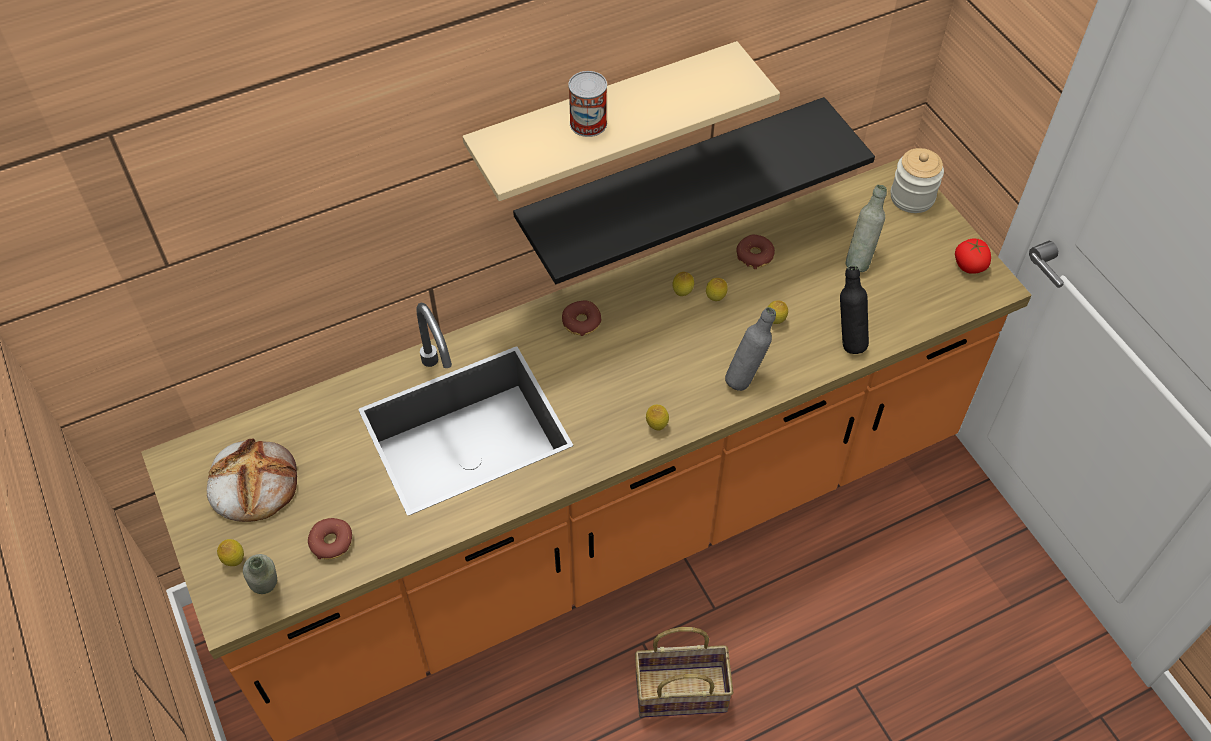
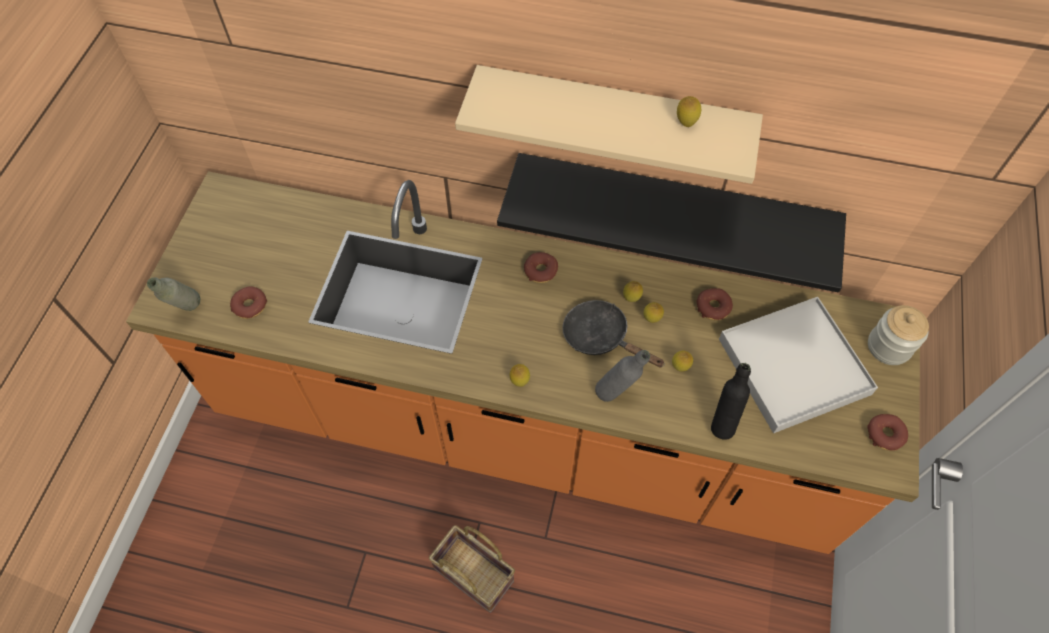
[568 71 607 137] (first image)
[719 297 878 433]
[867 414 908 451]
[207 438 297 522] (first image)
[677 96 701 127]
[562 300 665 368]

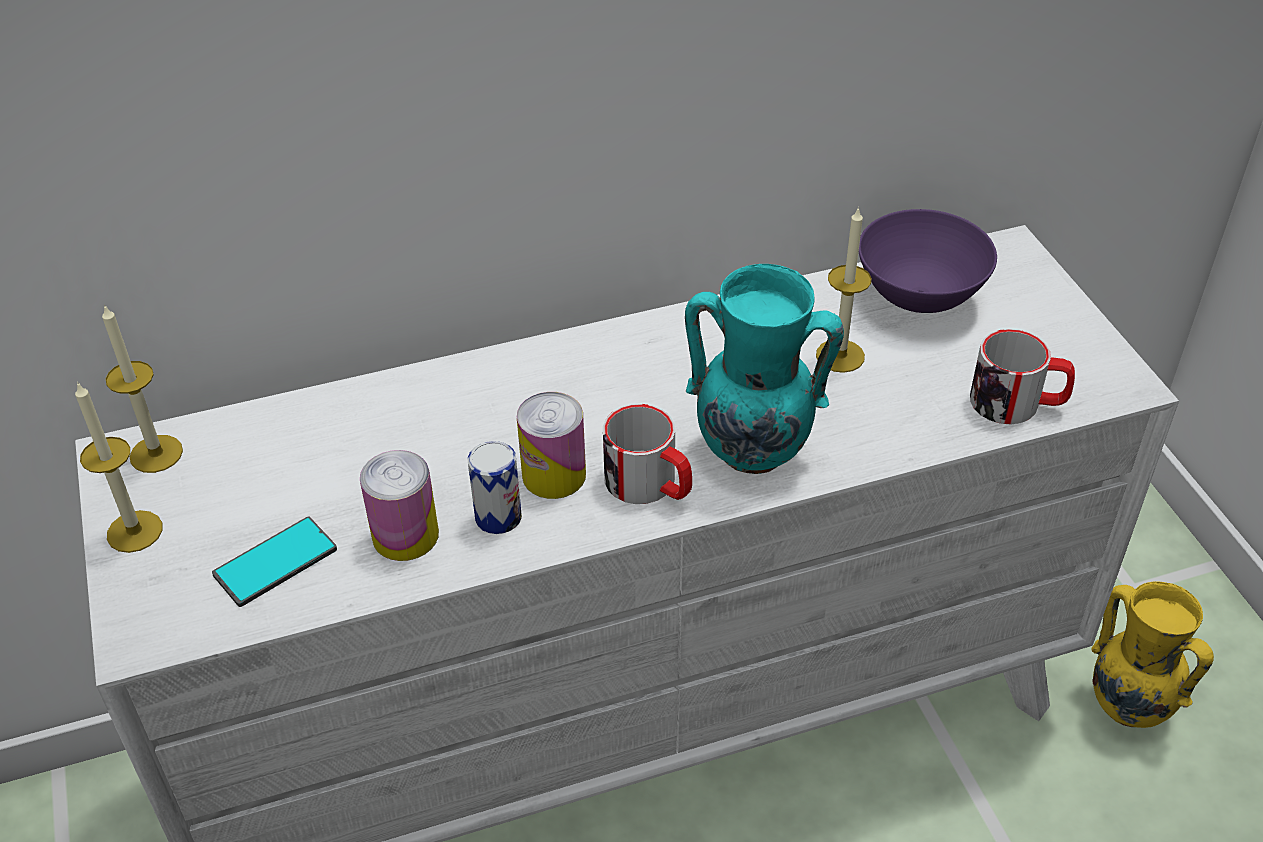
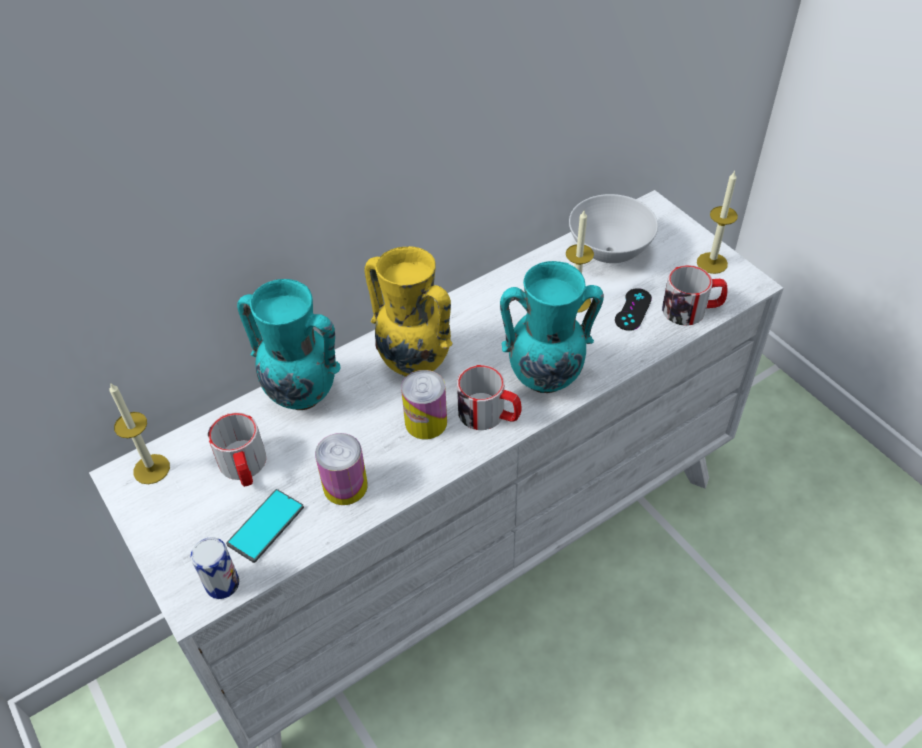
[569 194 658 263]
[697 170 738 274]
[191 537 239 599]
[365 246 453 377]
[237 279 341 410]
[615 288 652 331]
[208 412 266 487]

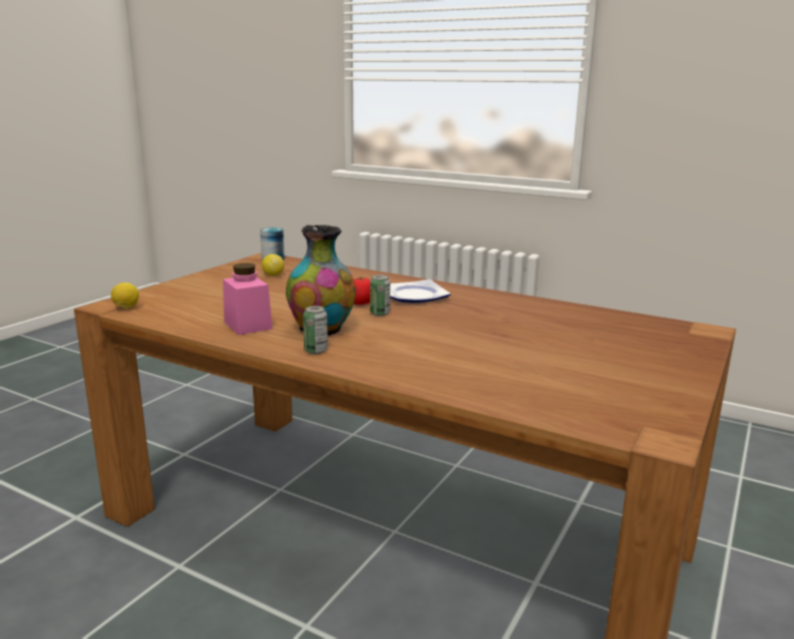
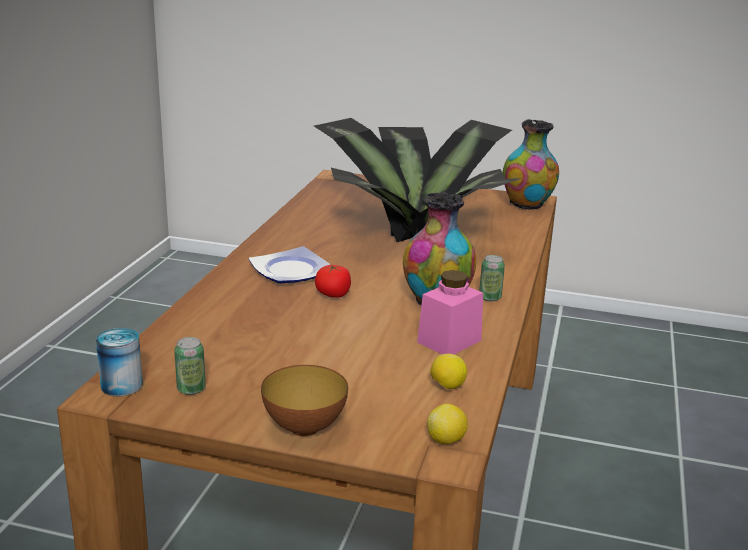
[430 354 467 389]
[174 337 206 395]
[314 118 522 242]
[502 119 559 210]
[261 365 348 436]

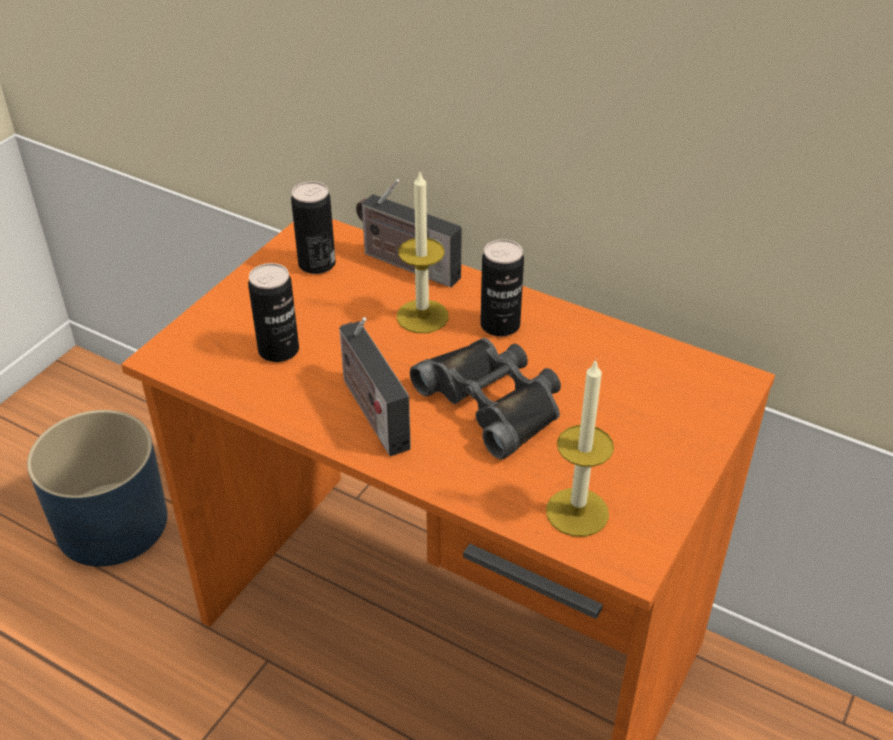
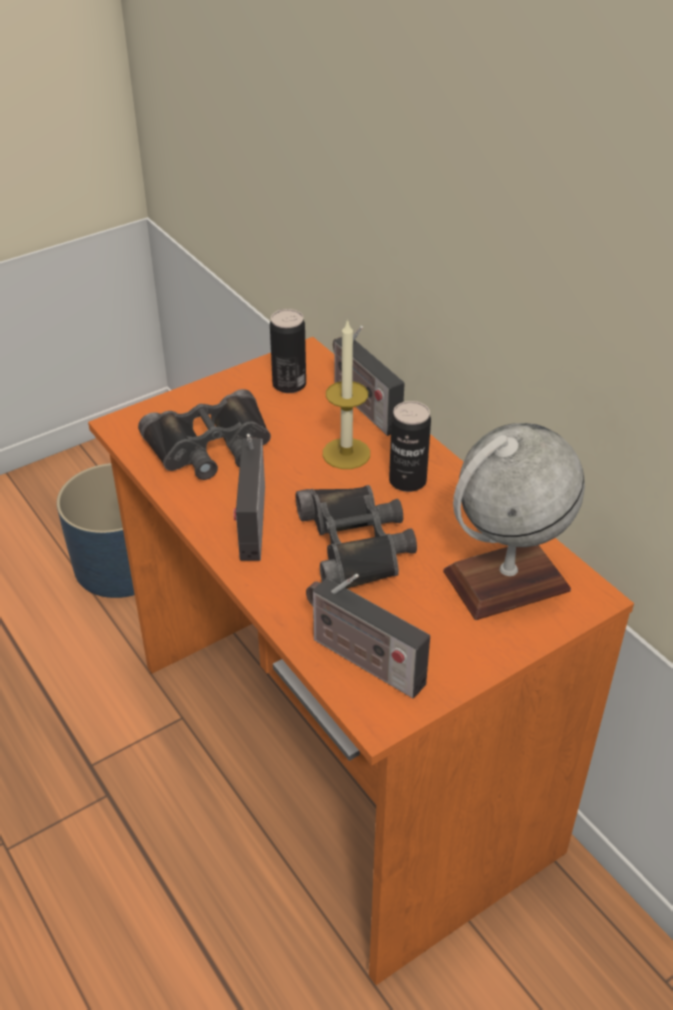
[138 389 271 480]
[306 574 430 698]
[443 423 585 620]

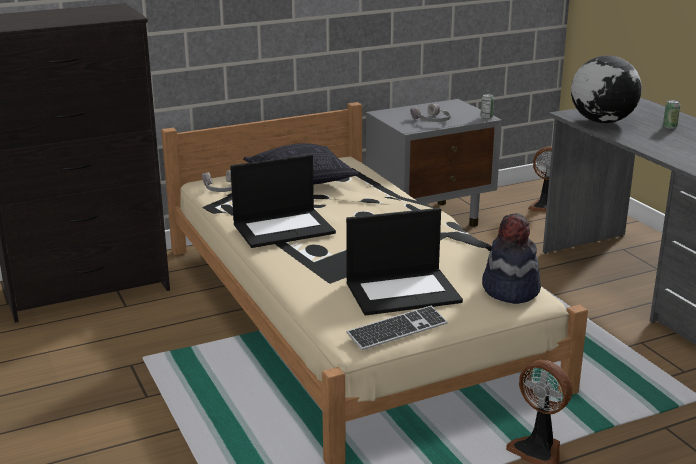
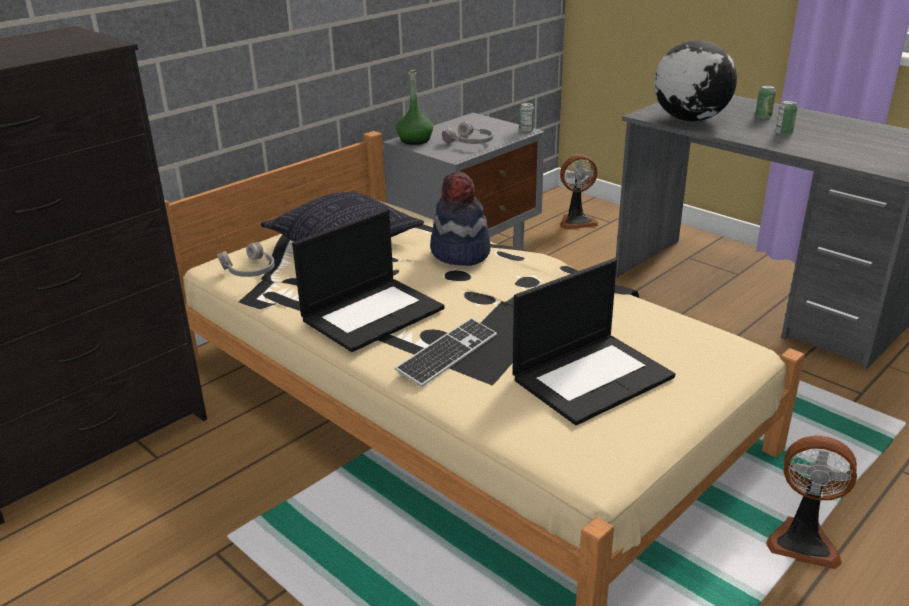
[430 172 491 266]
[395 318 497 387]
[396 69 433 145]
[775 100 798 136]

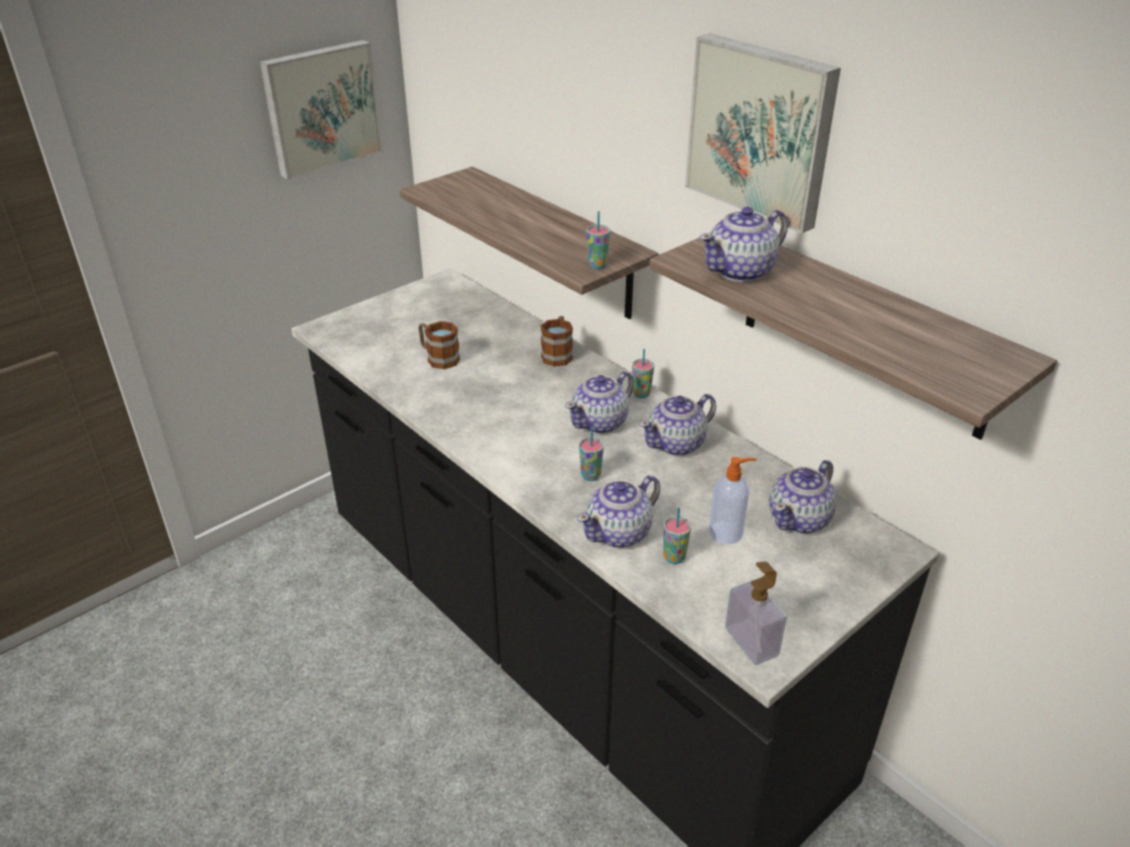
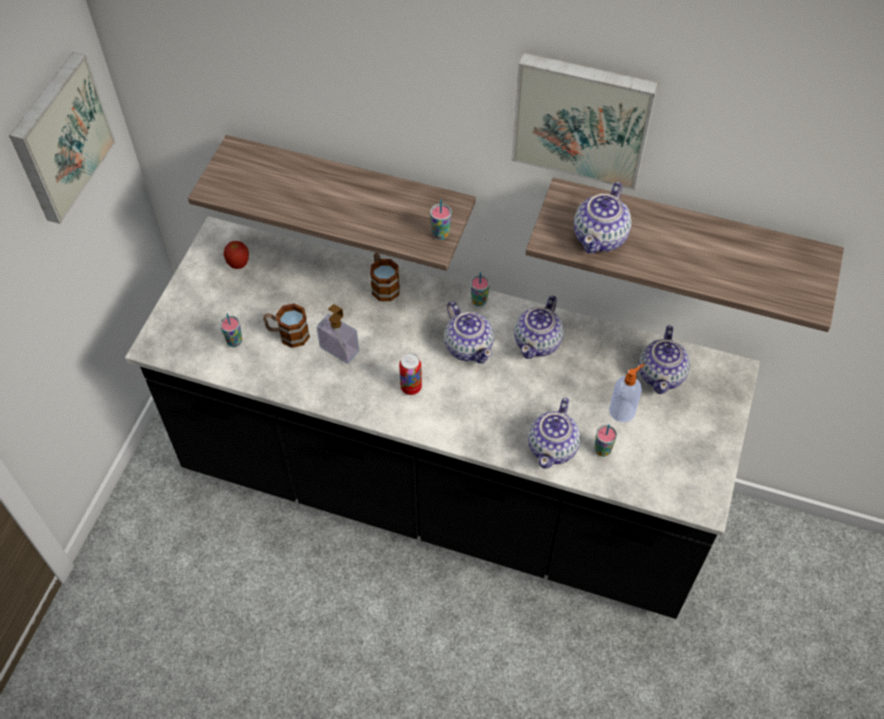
[445 301 494 364]
[220 313 242 347]
[317 304 359 364]
[223 241 249 269]
[399 353 422 395]

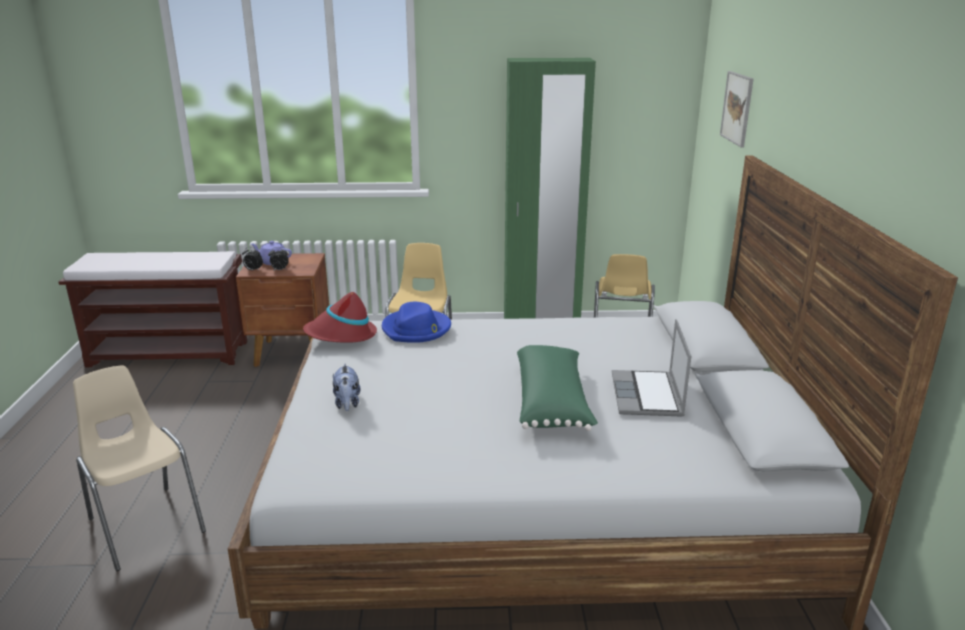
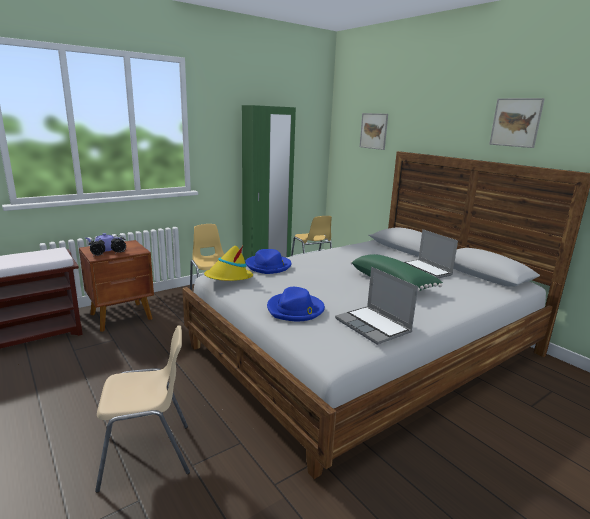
[204 246 253 281]
[267 287 325 321]
[95 325 190 493]
[489 98 545 148]
[335 267 418 345]

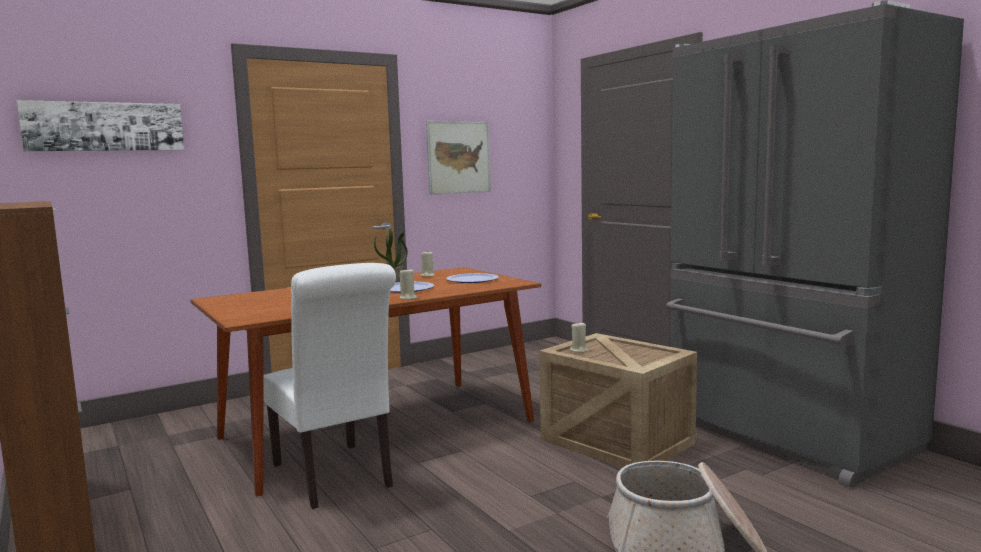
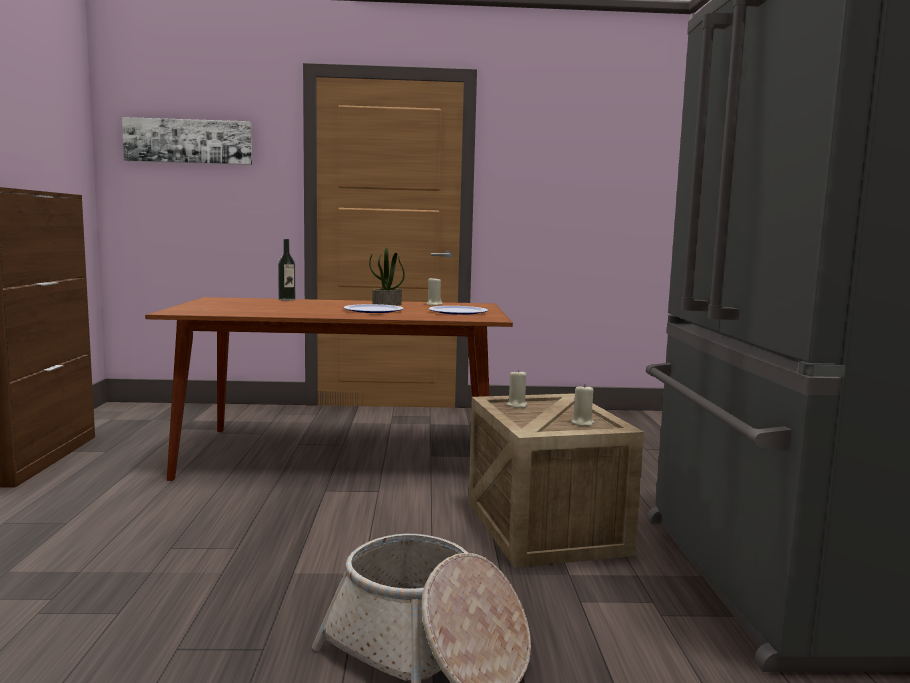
[426 121 491 195] (first image)
[263 263 396 509] (first image)
[571 385 594 426]
[278 239 295 301]

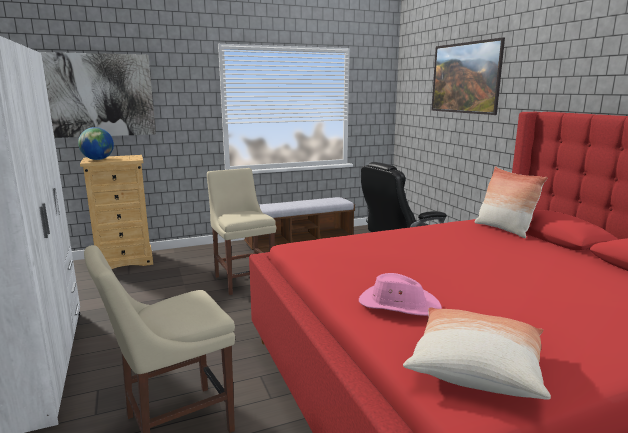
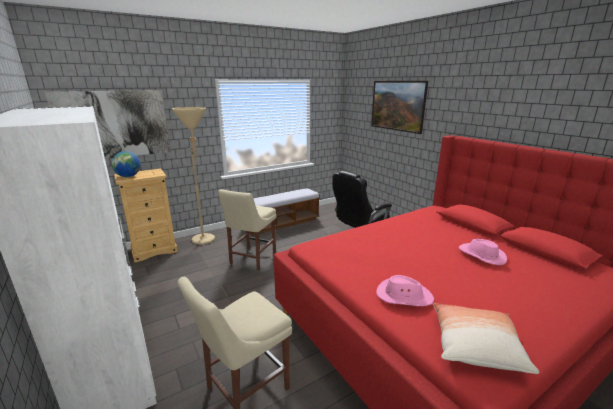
[475 166 548 238] (first image)
[218 189 277 270]
[172 107 215 245]
[459 239 507 265]

